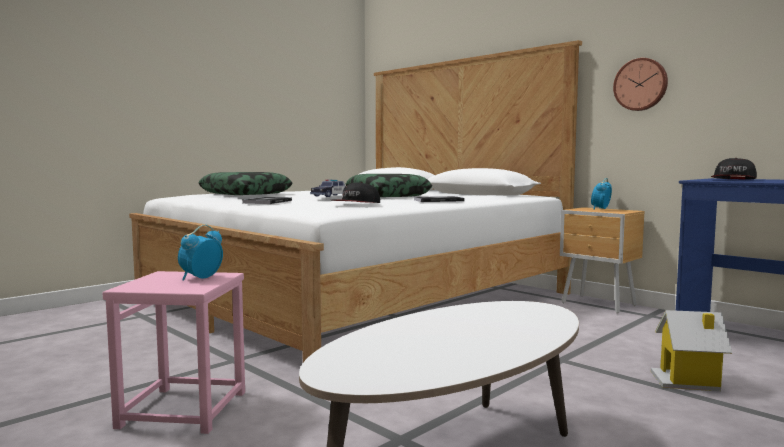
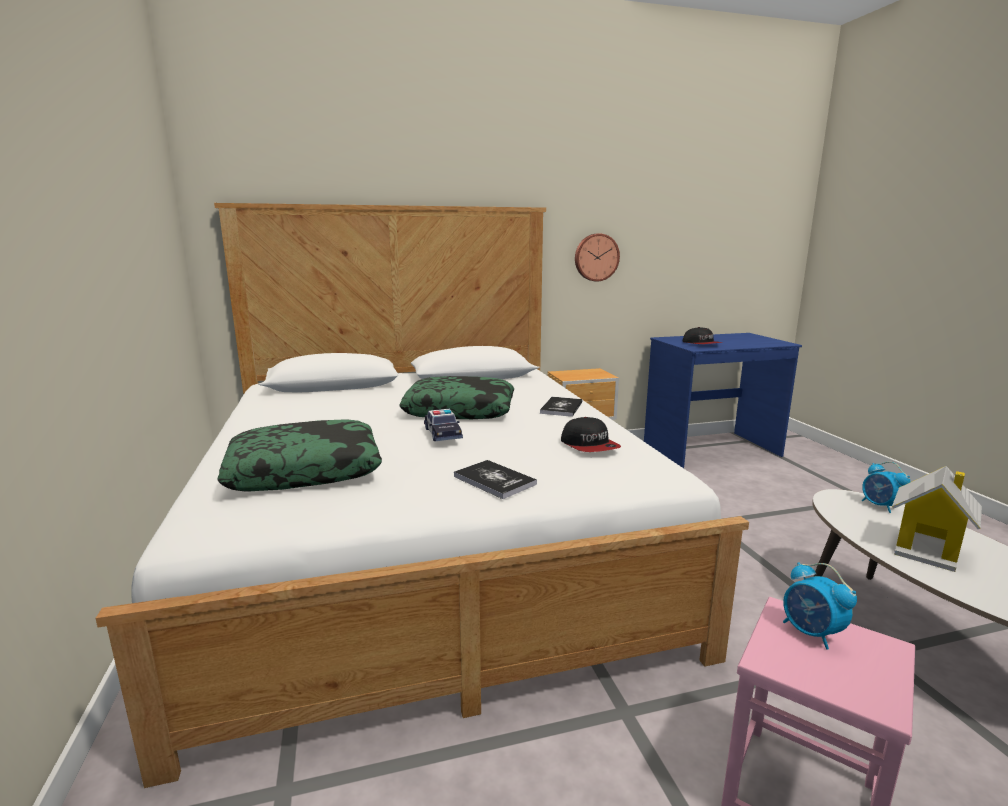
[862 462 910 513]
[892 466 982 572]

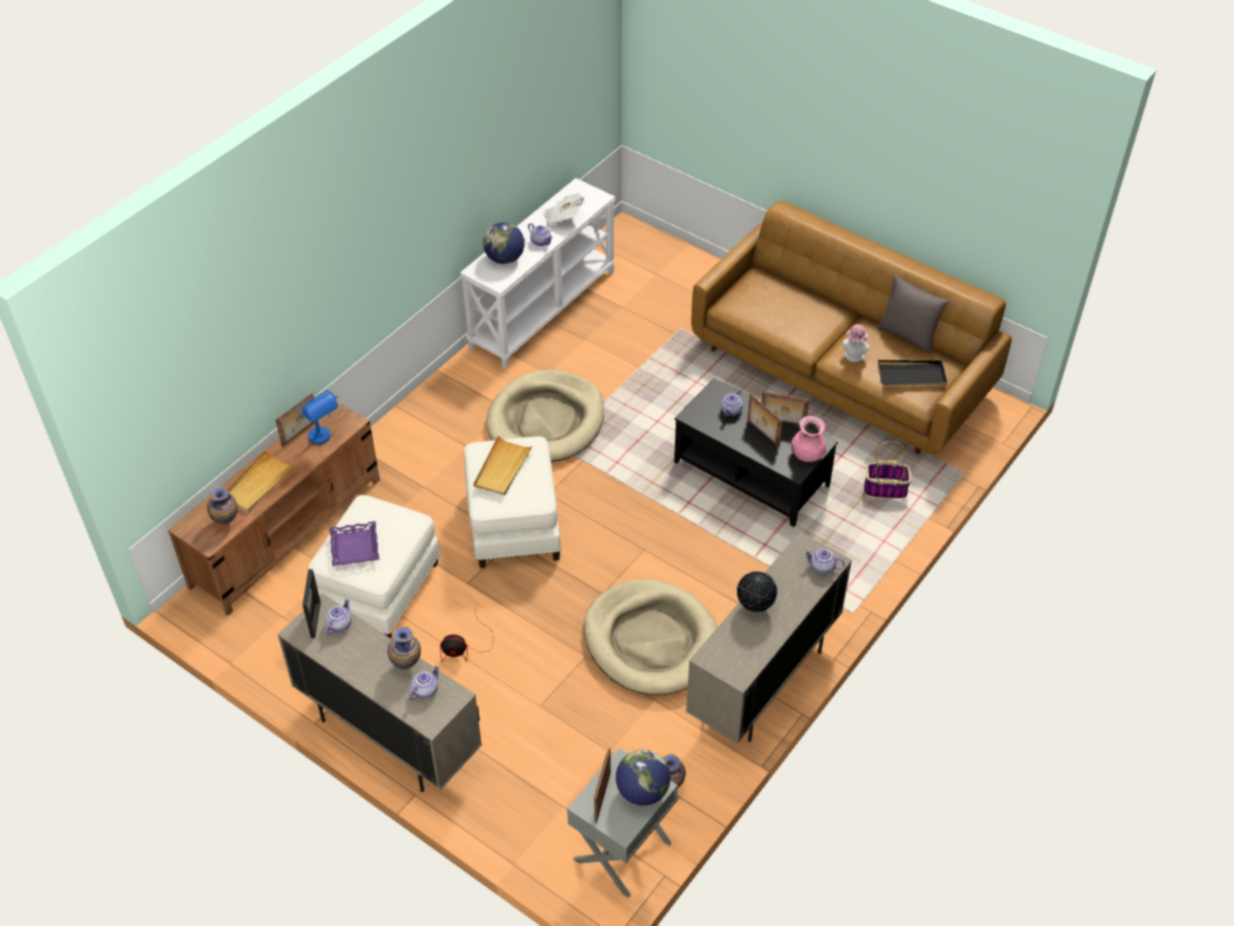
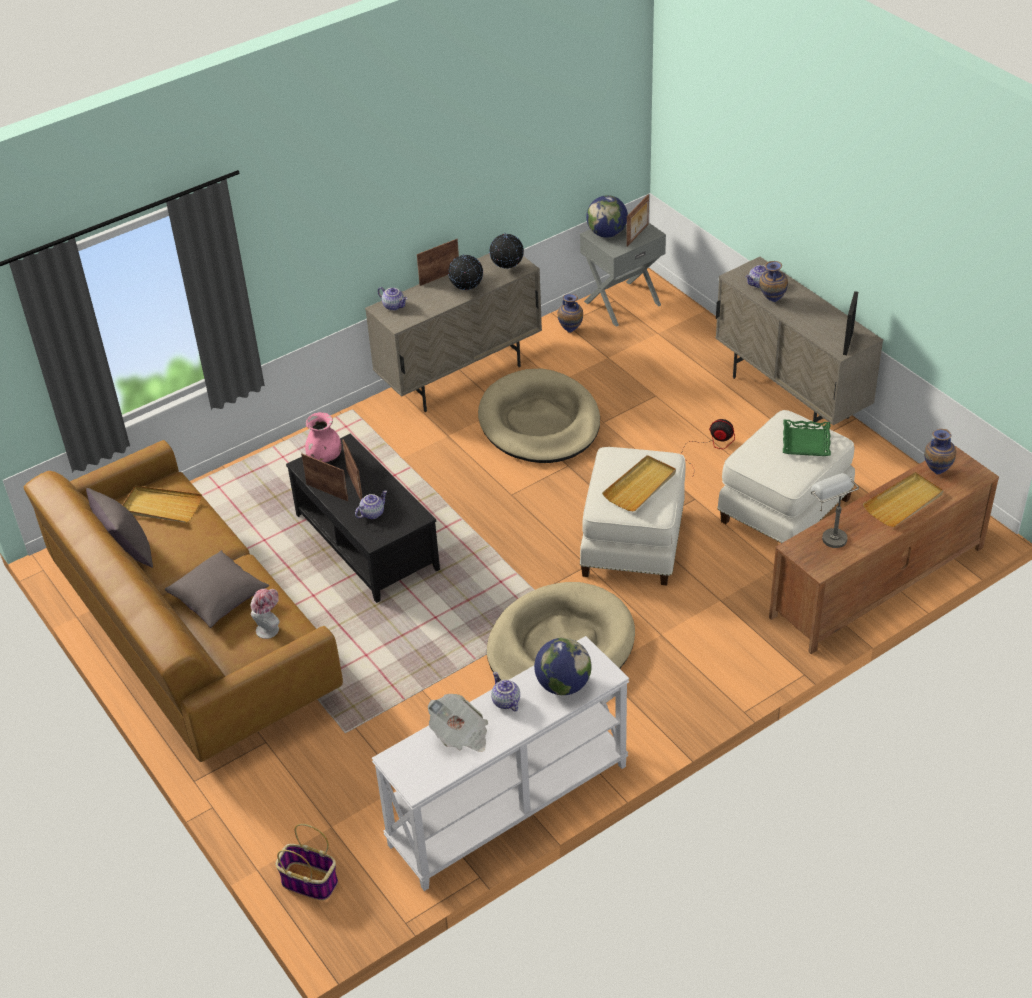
[250 589 280 639]
[123 486 202 523]
[811 473 859 548]
[417 239 459 286]
[276 824 338 900]
[783 420 831 456]
[325 598 351 635] (first image)
[489 233 524 269]
[165 550 269 628]

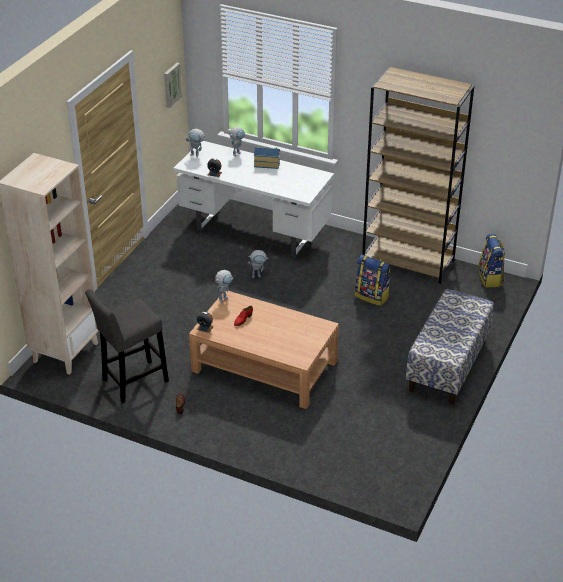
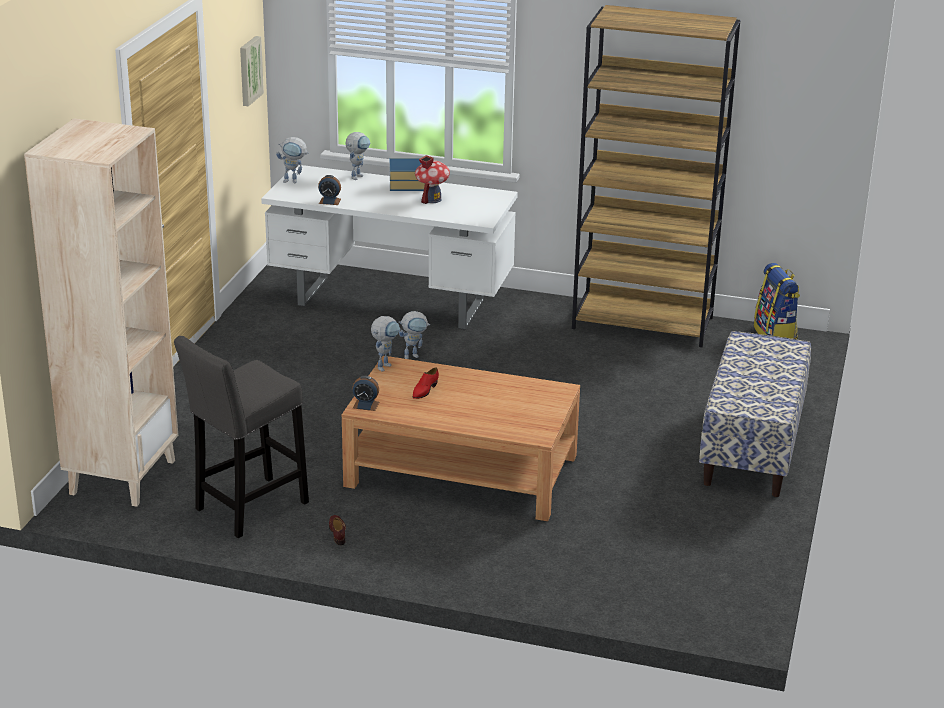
[355 255 390 306] (first image)
[415 155 450 204]

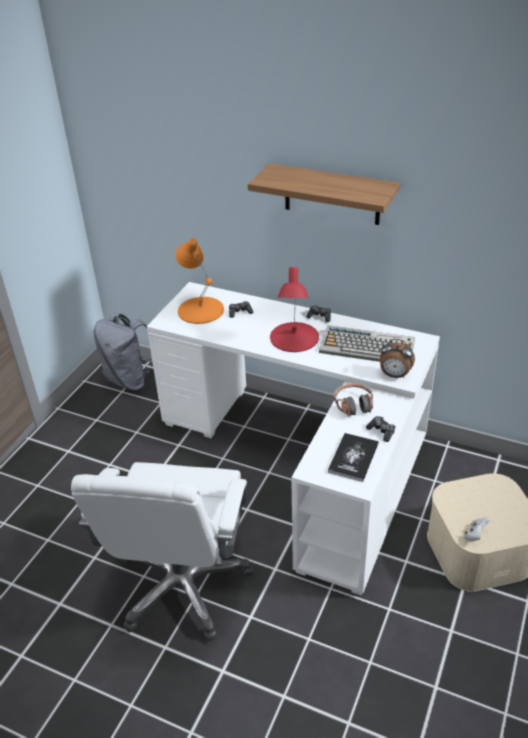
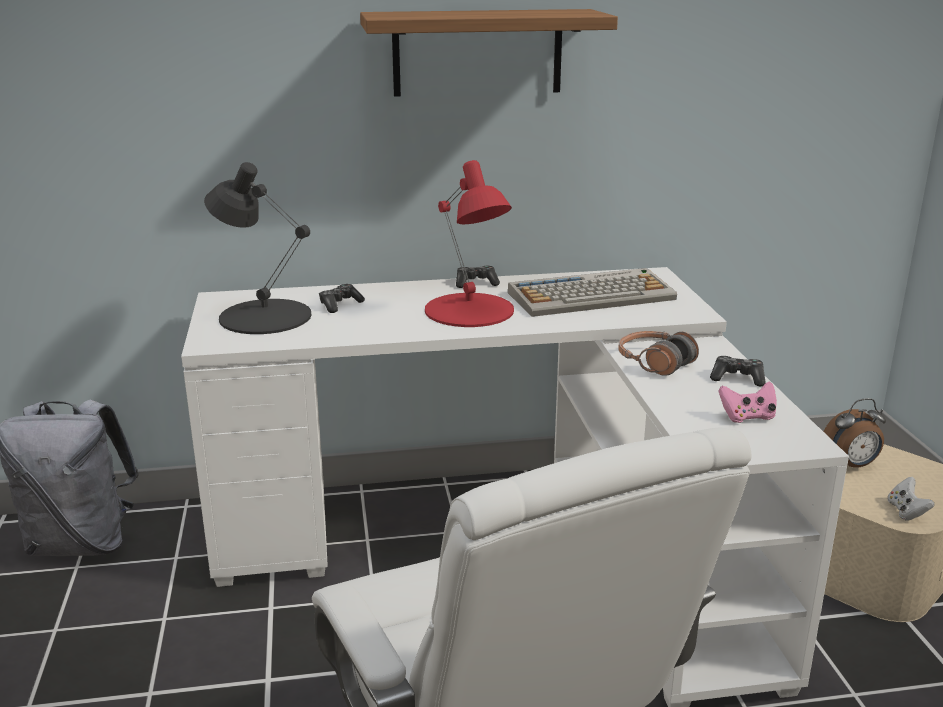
[204 162 311 334]
[824 398 886 468]
[718 381 777 423]

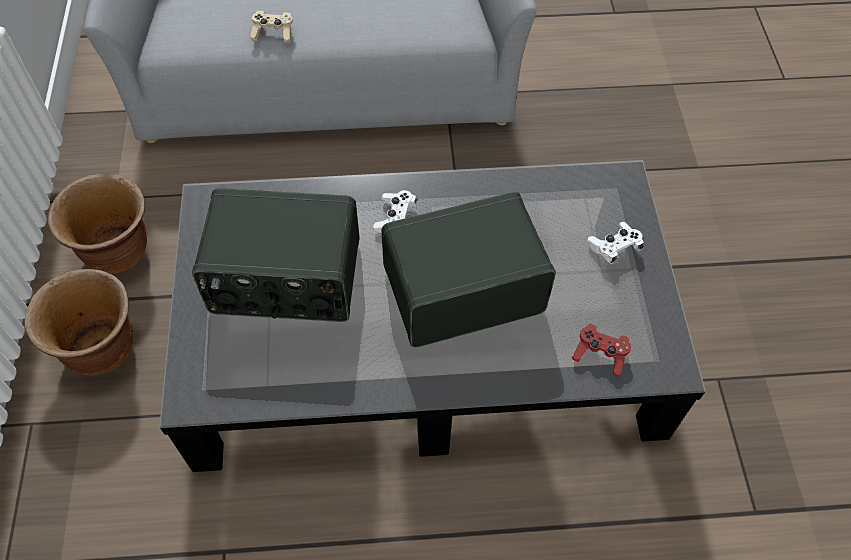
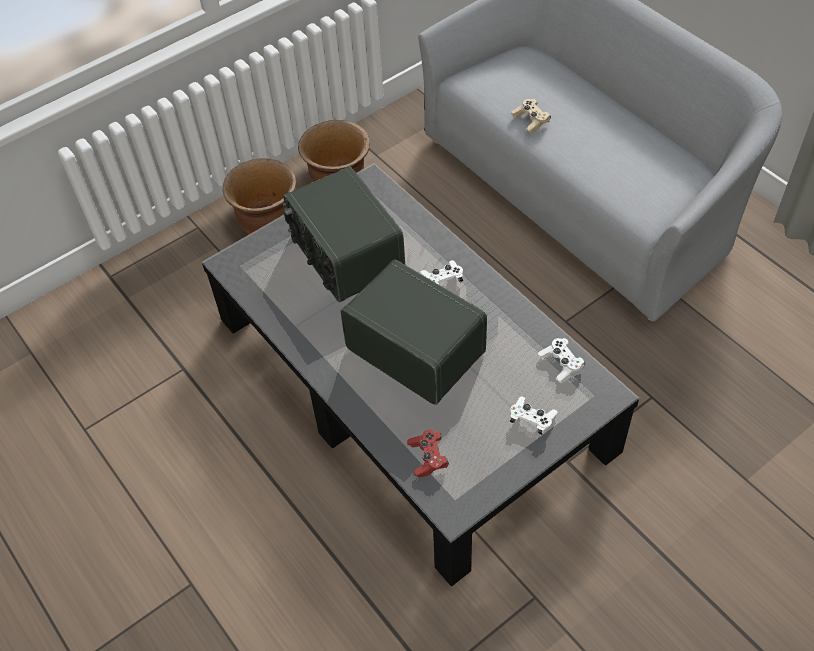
[538 338 585 383]

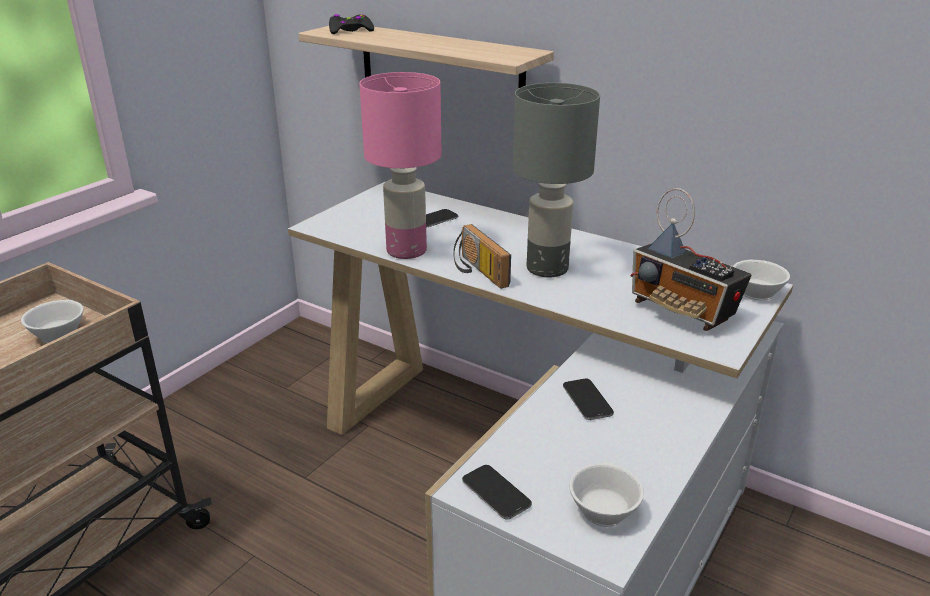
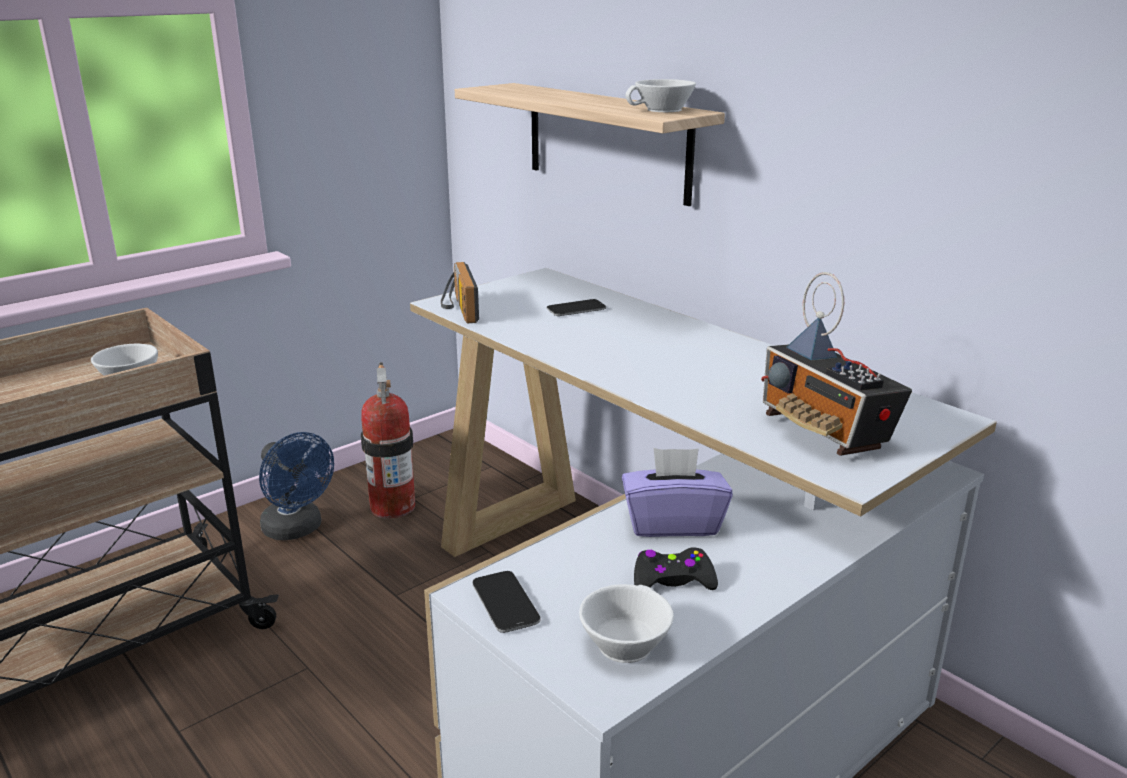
[634 548 718 590]
[359 72 442 259] (first image)
[513 83 600 277] (first image)
[441 262 479 324]
[625 79 696 112]
[622 448 733 537]
[361 362 415 518]
[259 432 334 540]

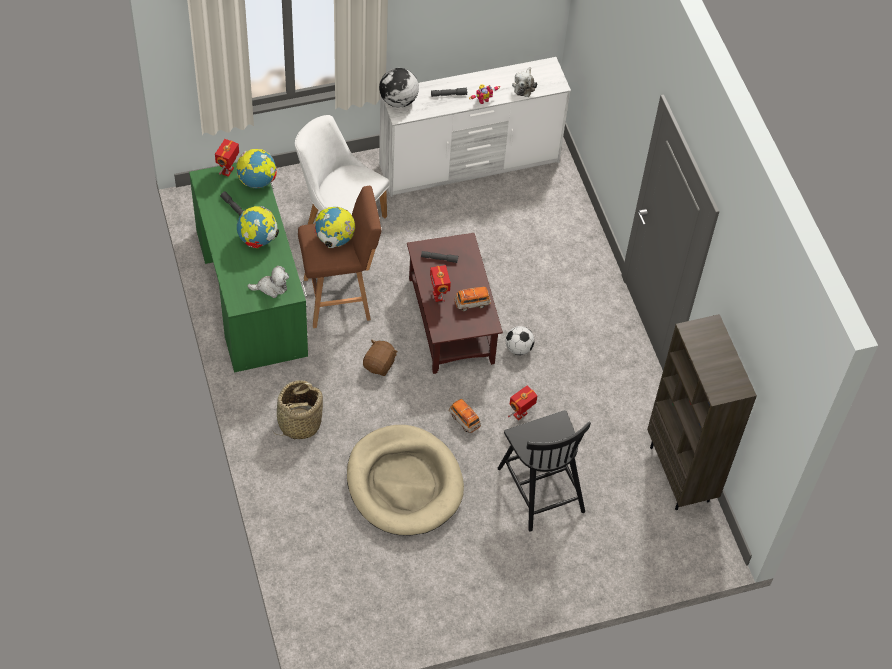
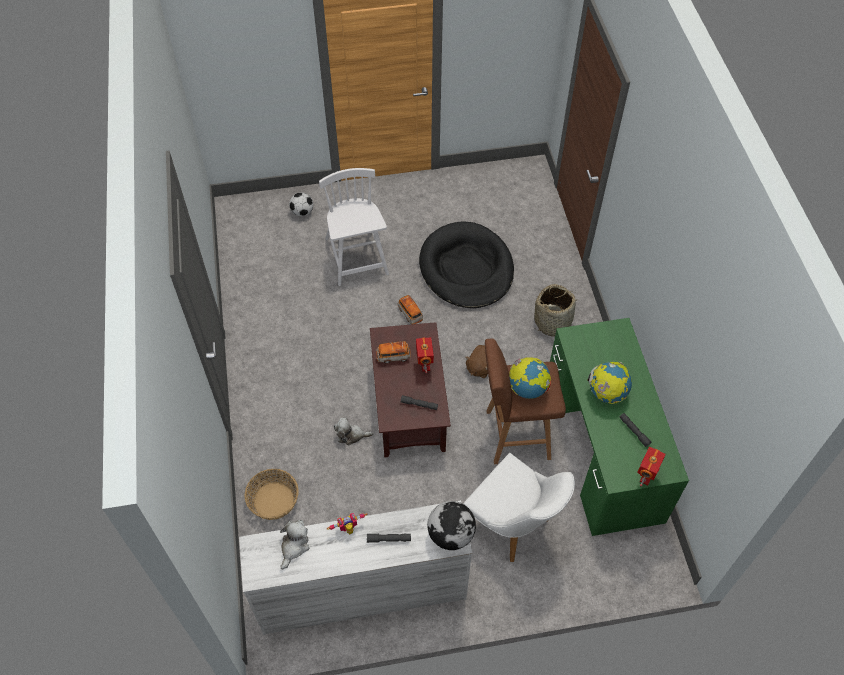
[236 149 277 188] (first image)
[334 418 373 445]
[647 314 757 510] (first image)
[289 192 313 217]
[508 386 537 420] (first image)
[319 168 389 286]
[419 222 514 308]
[244 469 299 520]

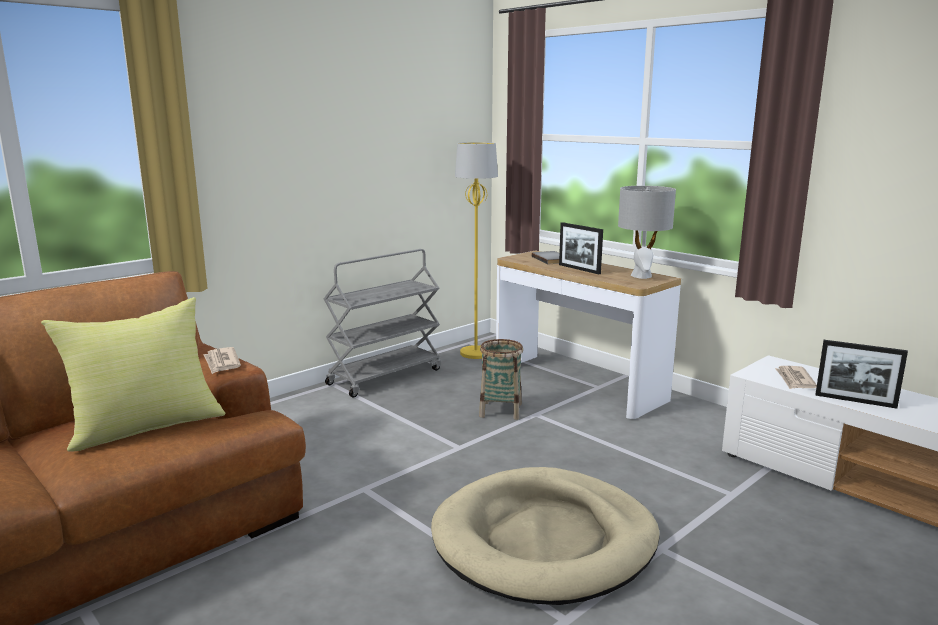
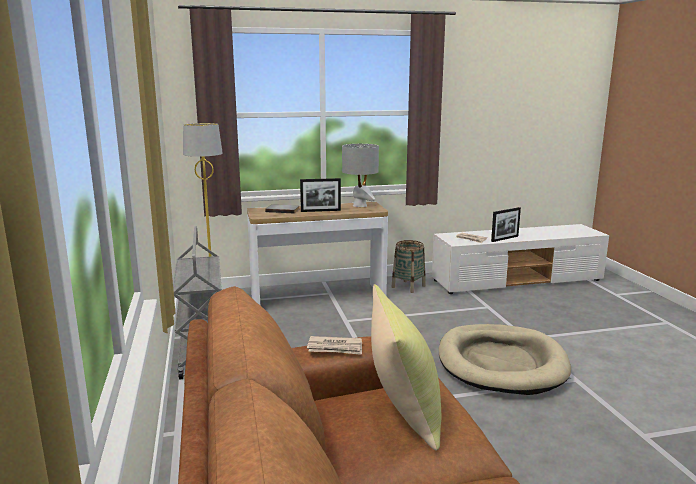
[392 240 426 293]

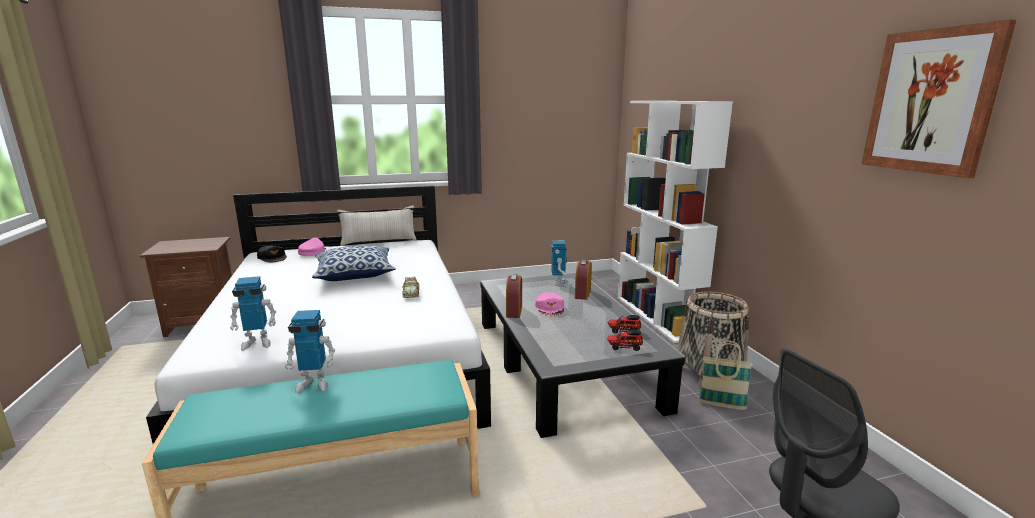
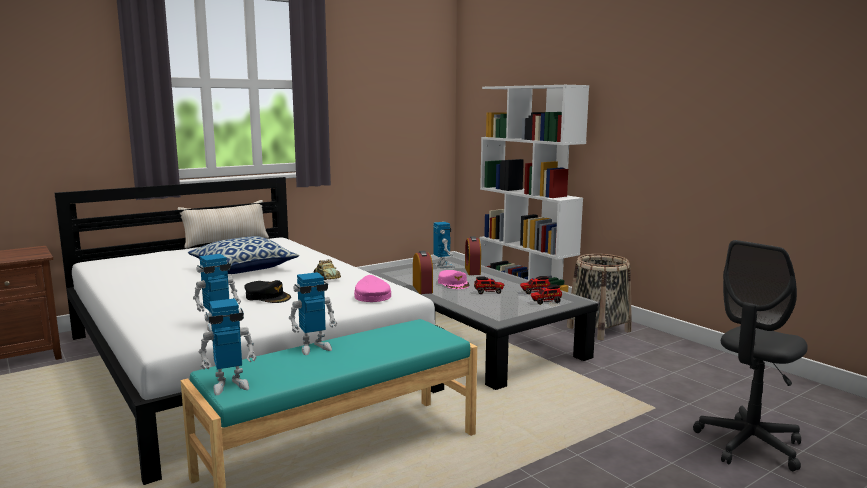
[862 20 1017 178] (first image)
[354 275 391 302]
[244 280 291 303]
[699 341 753 410] (first image)
[474 276 505 294]
[199 298 257 395]

